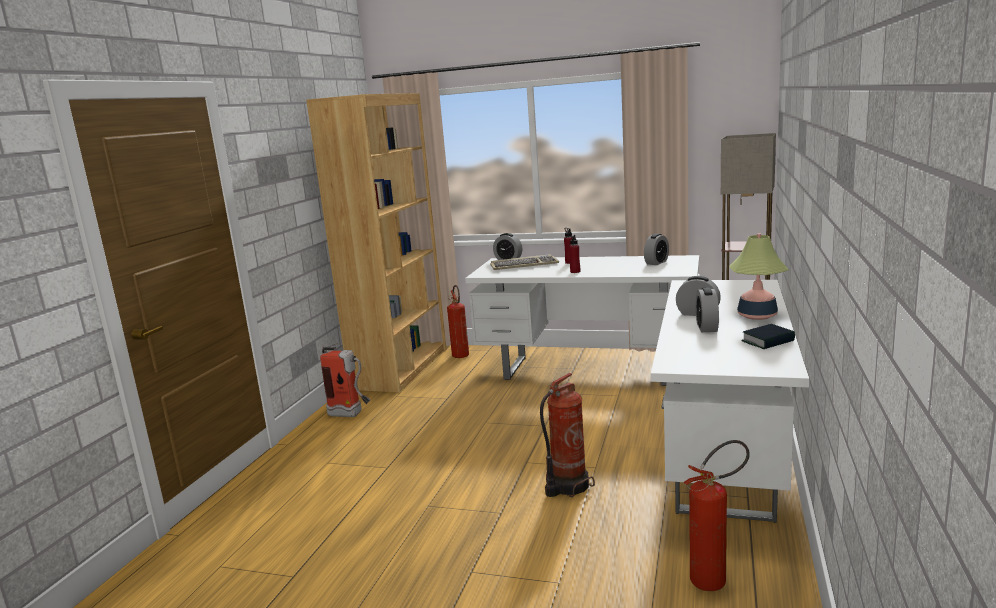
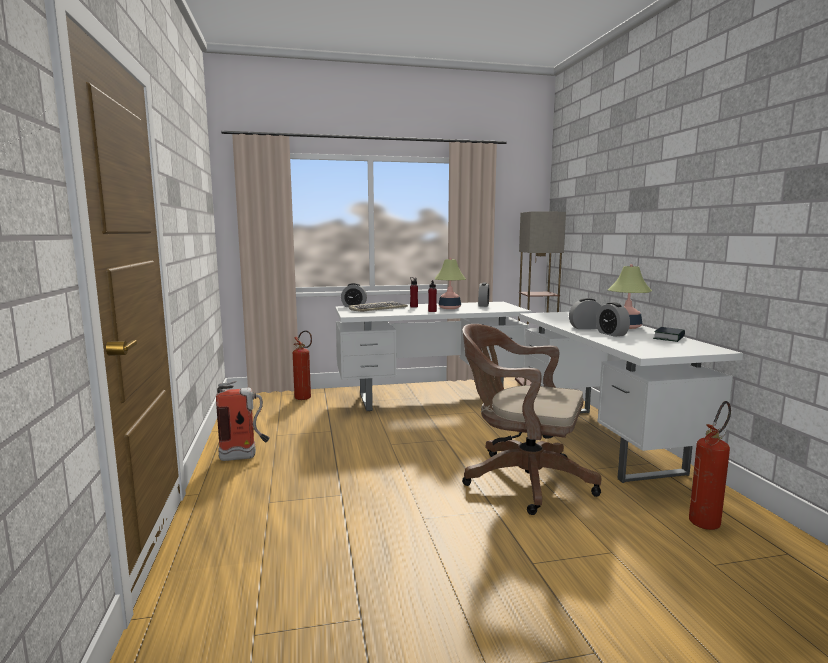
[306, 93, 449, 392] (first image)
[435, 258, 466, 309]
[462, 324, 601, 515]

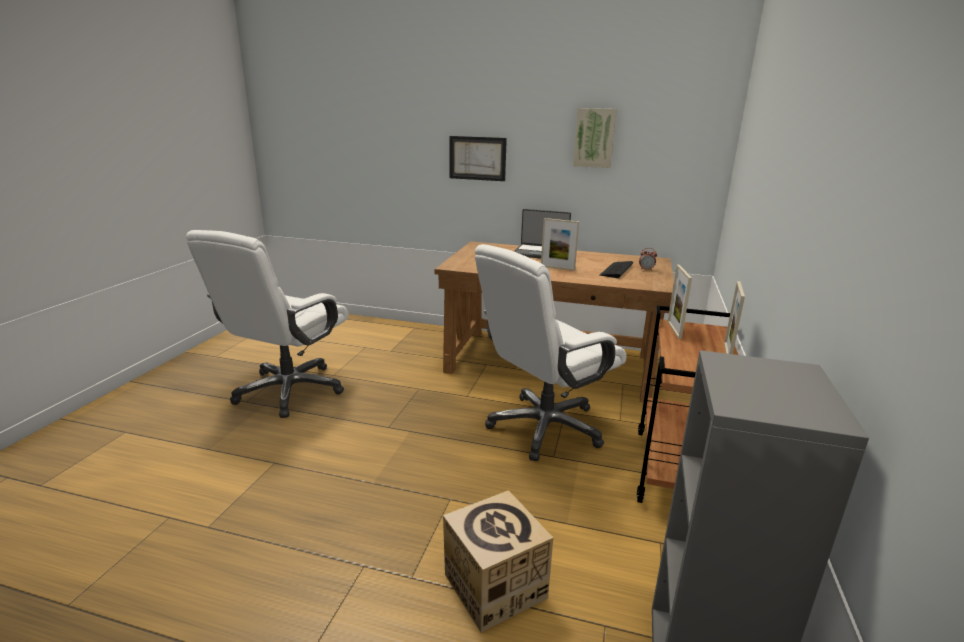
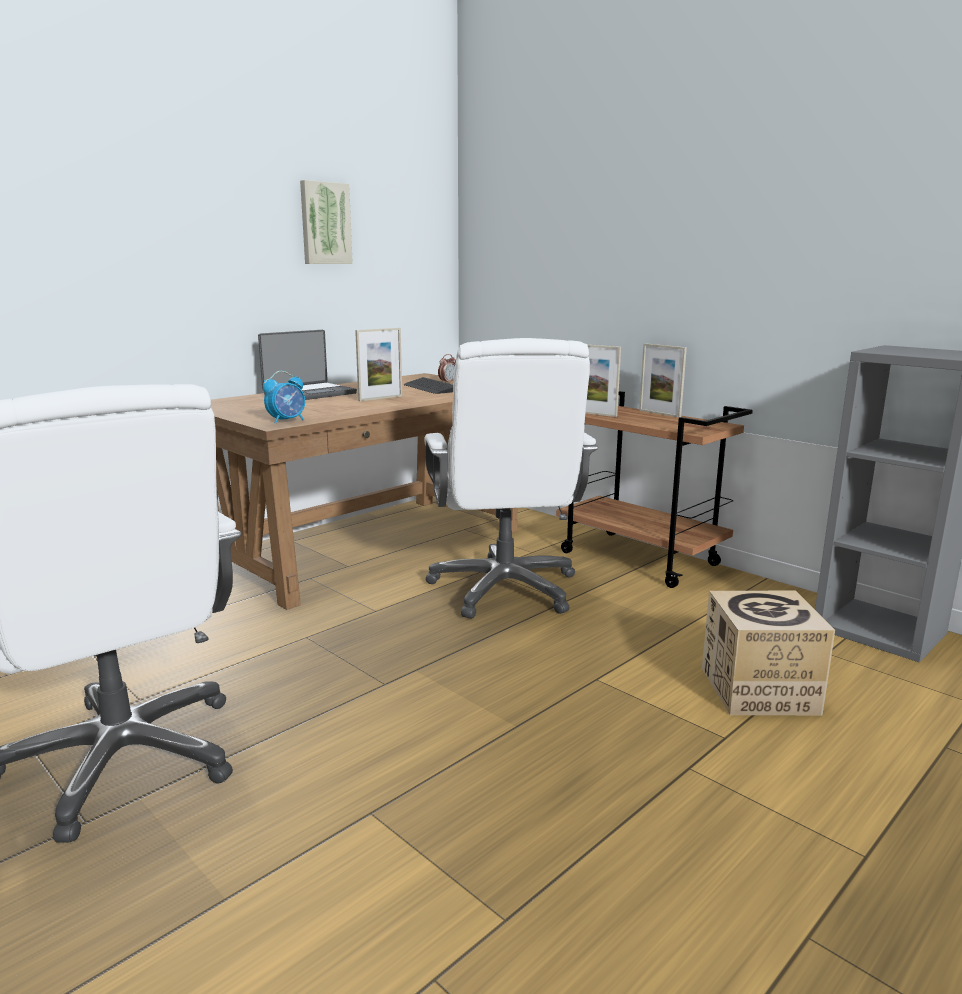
[449, 136, 507, 181] (first image)
[263, 371, 305, 424]

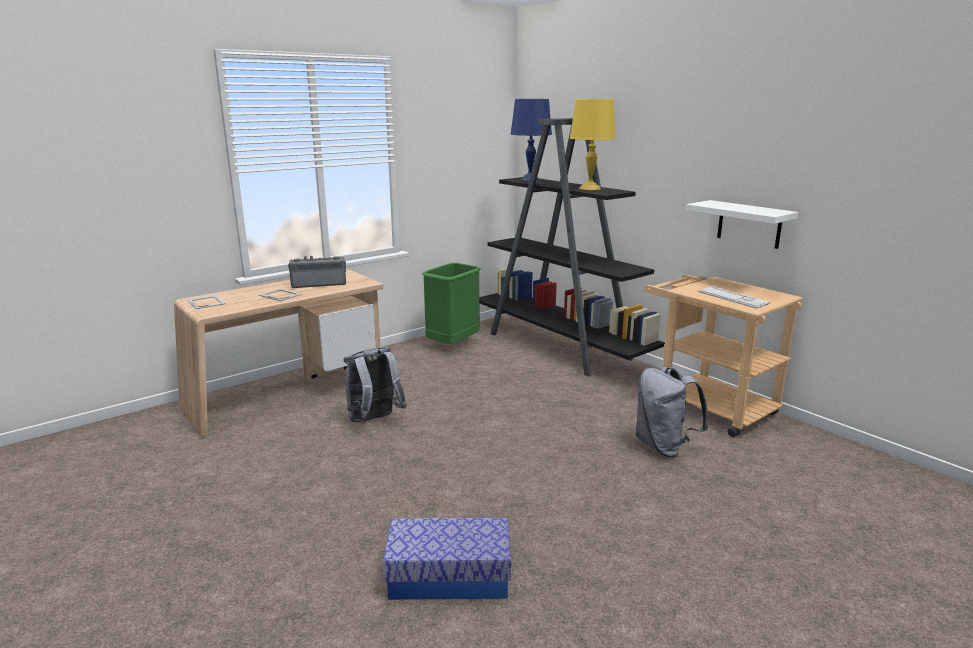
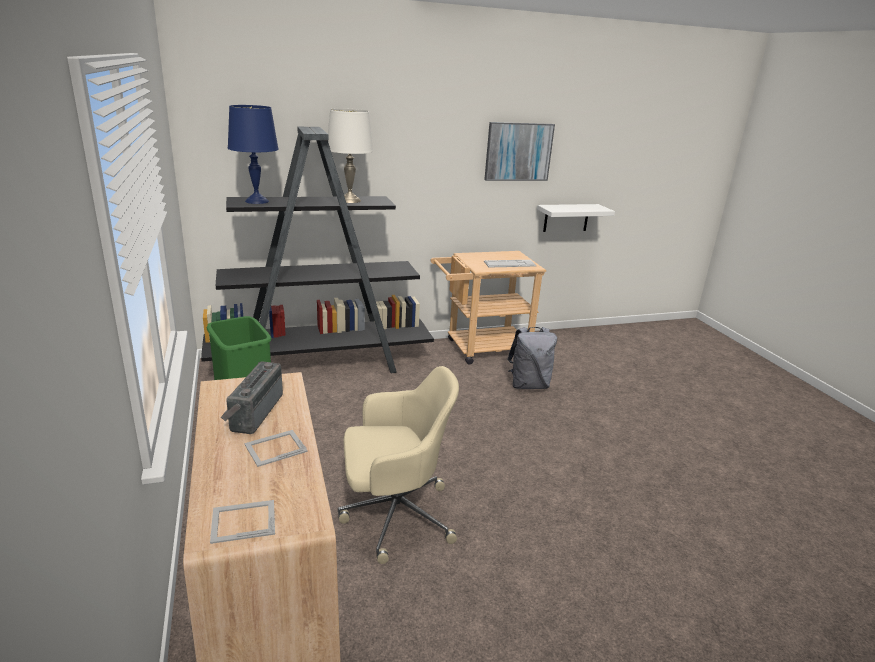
[383, 518, 511, 600] (first image)
[484, 122, 555, 181]
[537, 204, 615, 232]
[338, 366, 459, 564]
[328, 108, 373, 203]

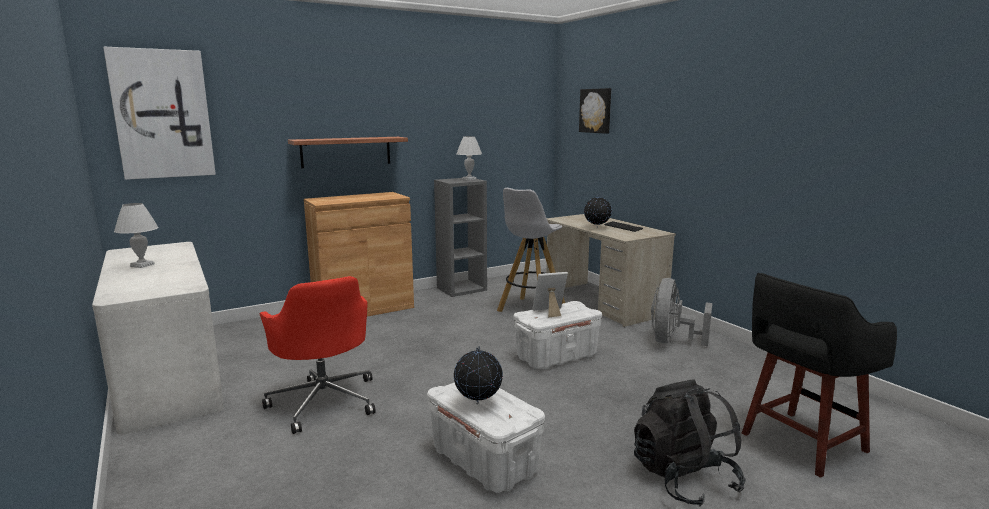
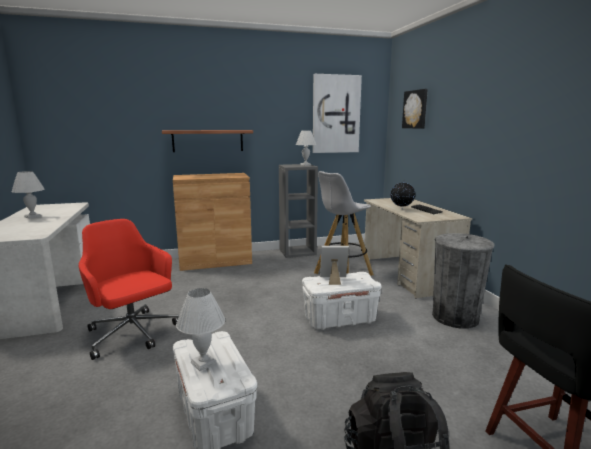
[313, 74, 362, 153]
[176, 288, 225, 371]
[432, 233, 495, 329]
[79, 219, 179, 360]

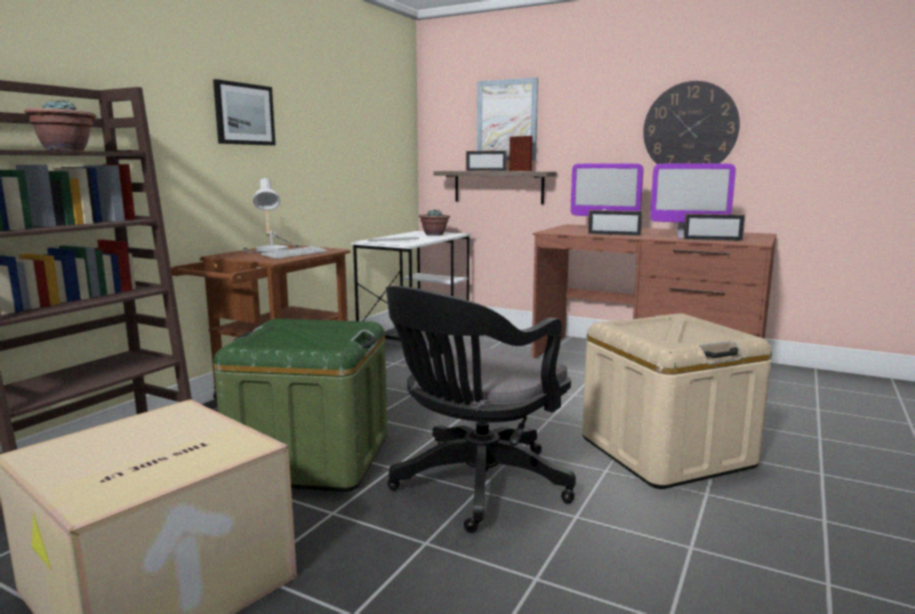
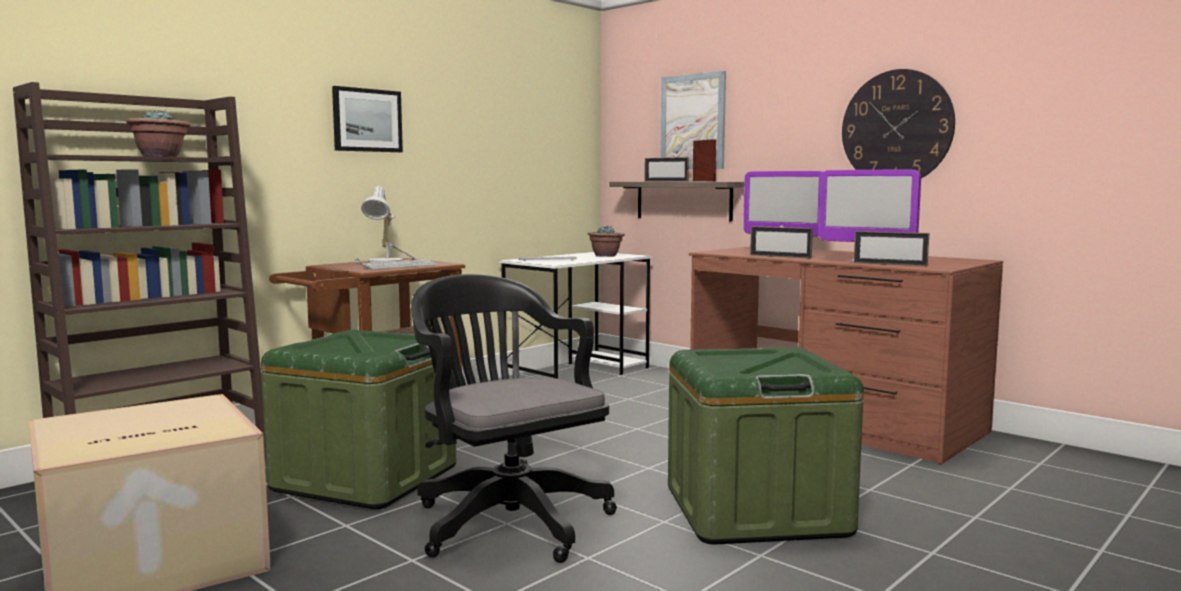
[668, 347, 864, 545]
[411, 274, 617, 563]

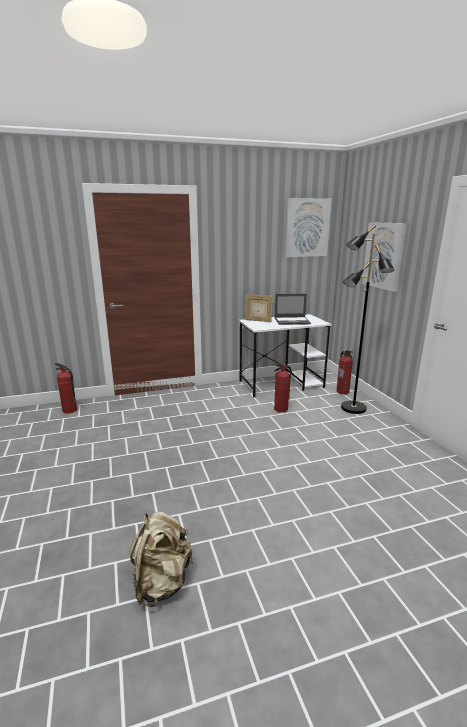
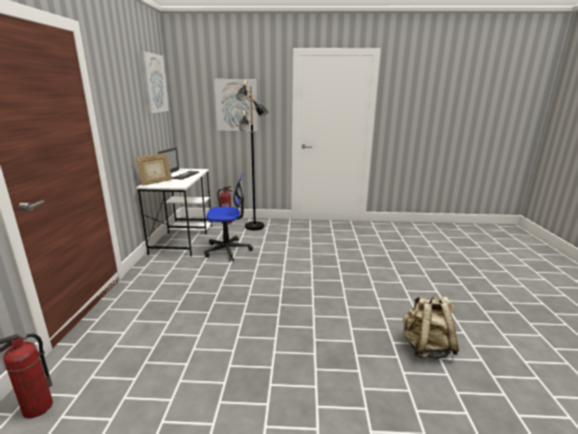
[204, 173, 253, 262]

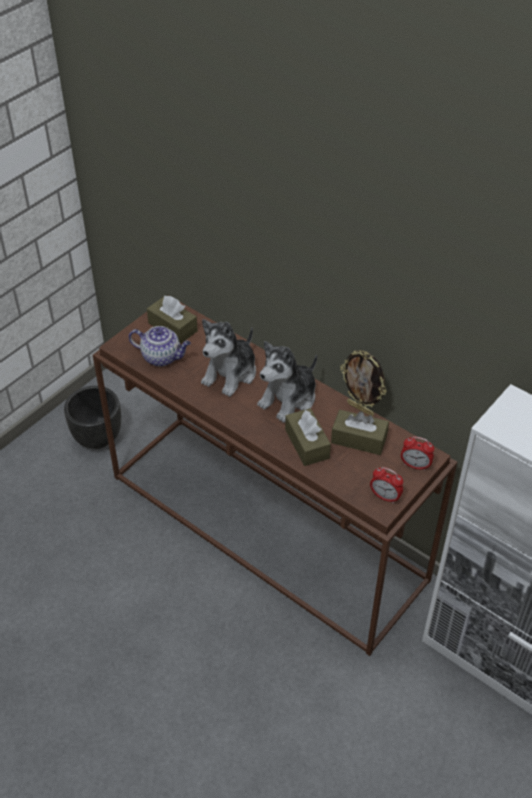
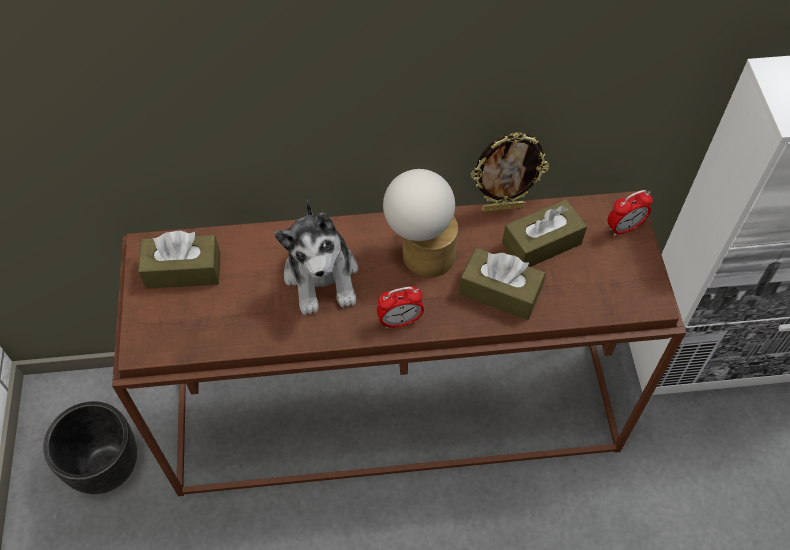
[129, 326, 191, 367] (first image)
[377, 286, 424, 329]
[383, 169, 458, 277]

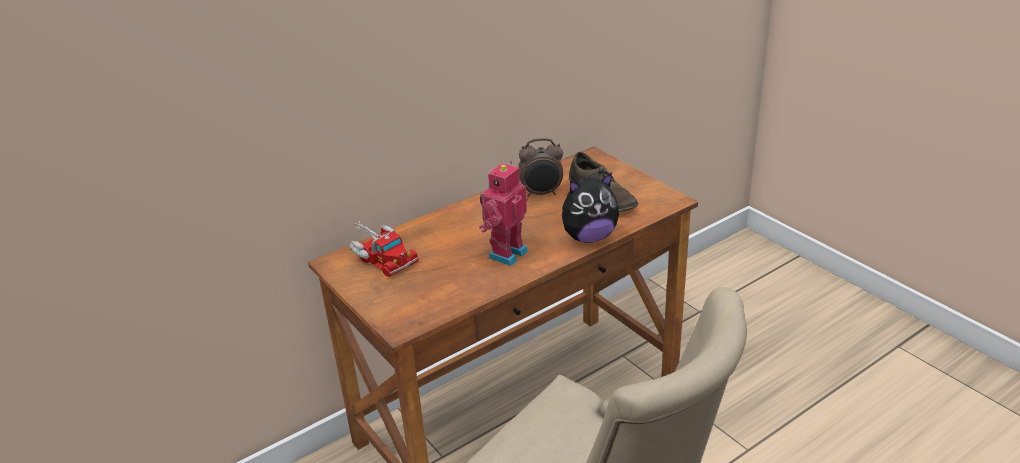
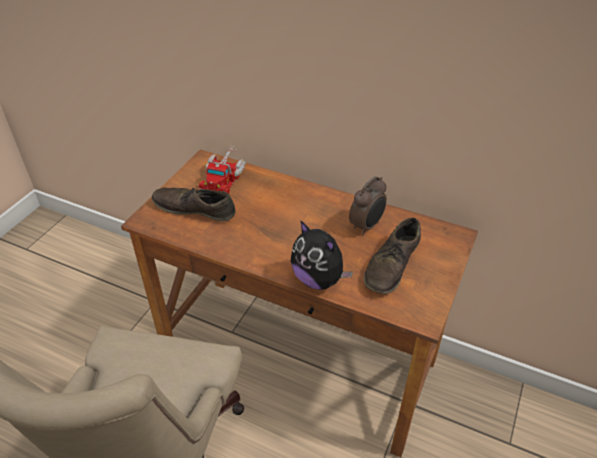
[479, 161, 528, 266] (first image)
[152, 187, 236, 221]
[349, 176, 387, 235]

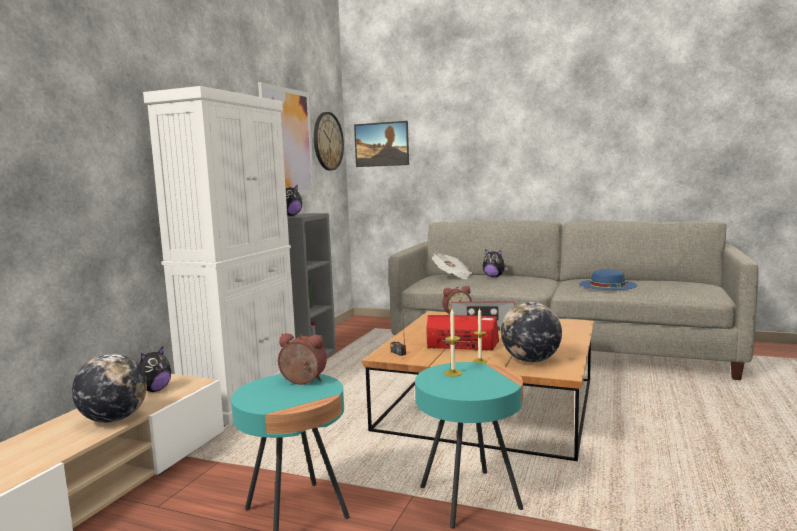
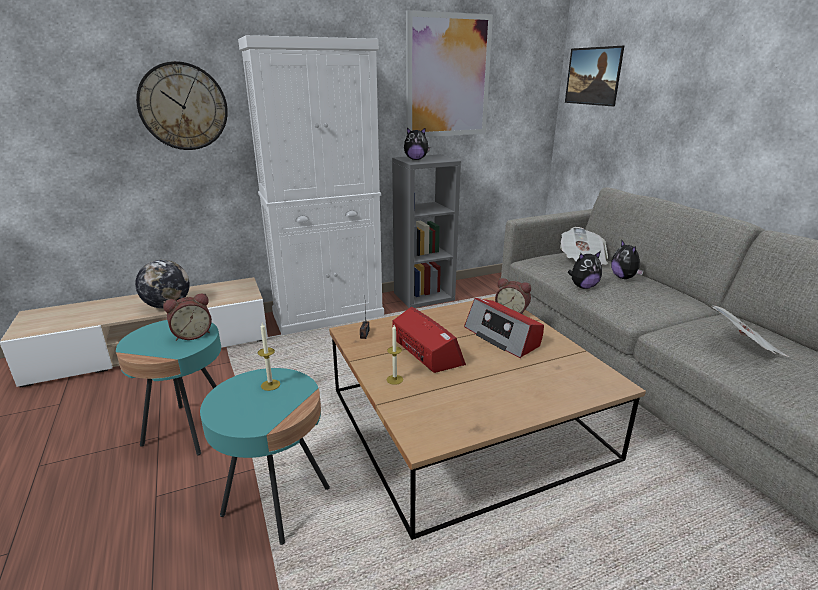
[501, 302, 562, 362] (first image)
[568, 251, 602, 289]
[136, 61, 228, 150]
[712, 305, 789, 357]
[163, 293, 212, 341]

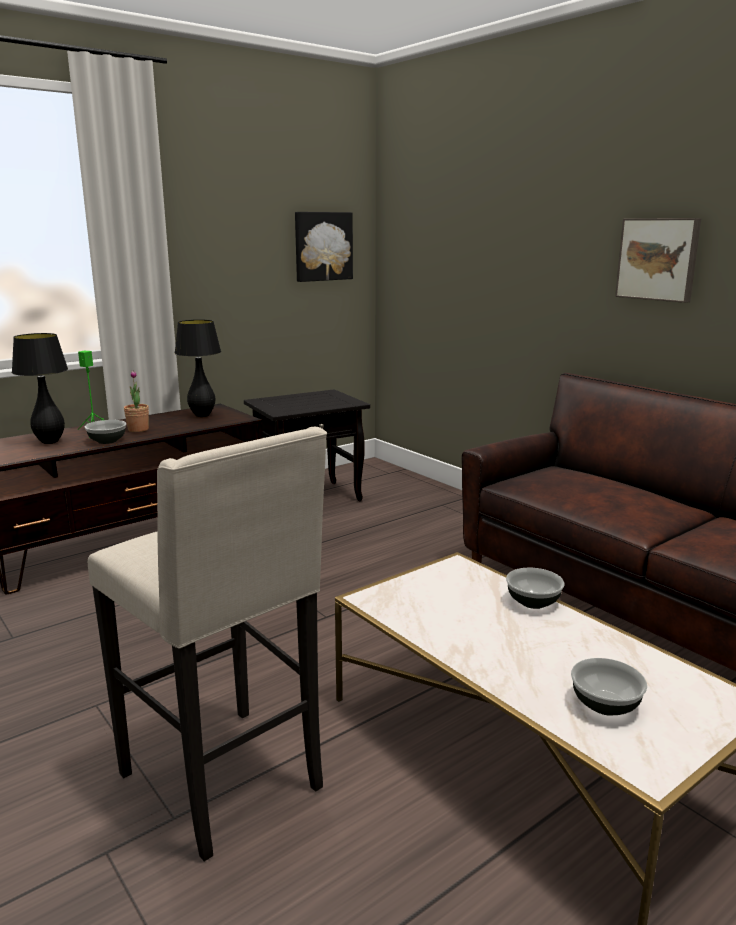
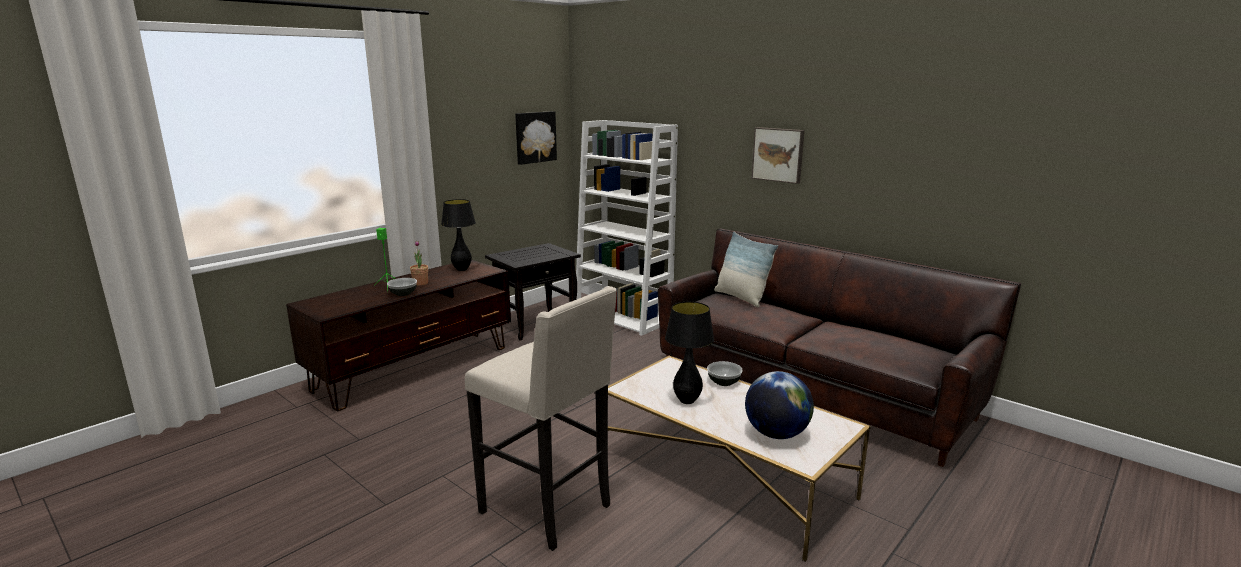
[576, 120, 678, 336]
[714, 232, 778, 307]
[665, 302, 714, 404]
[745, 371, 814, 439]

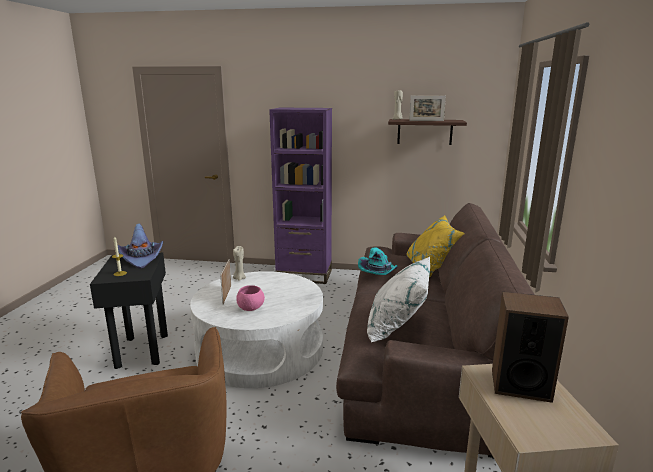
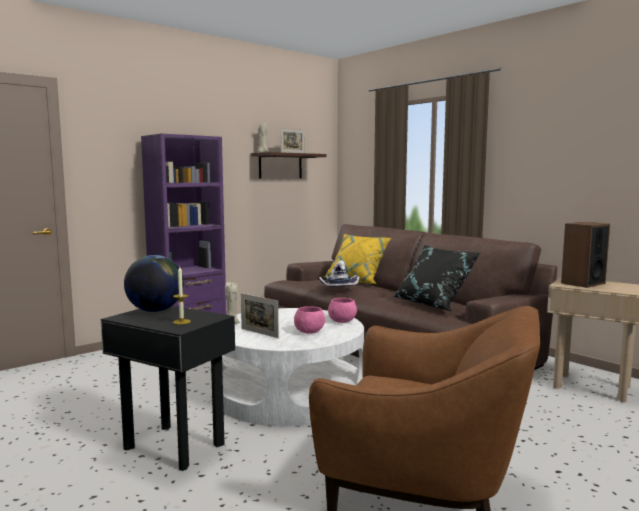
[328, 298, 357, 323]
[124, 255, 184, 312]
[319, 261, 359, 287]
[394, 245, 481, 311]

